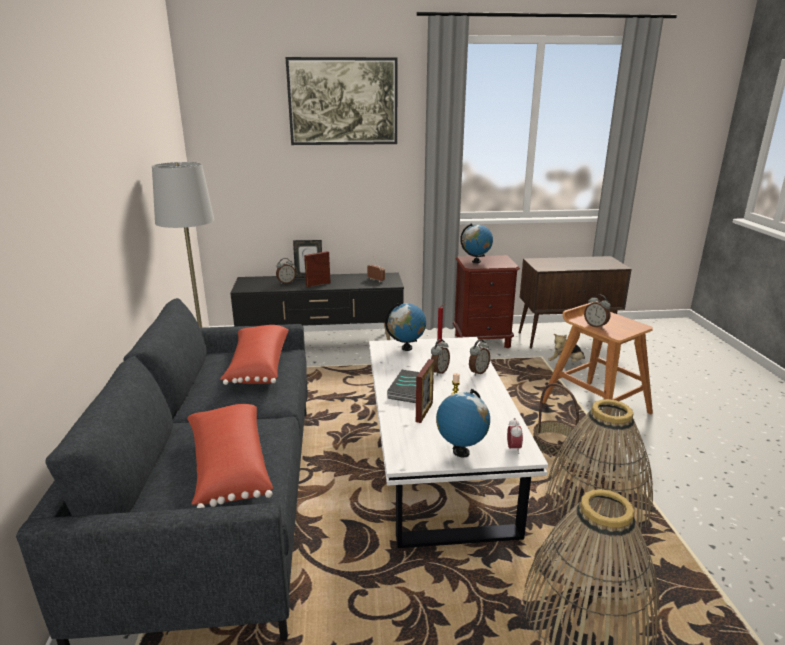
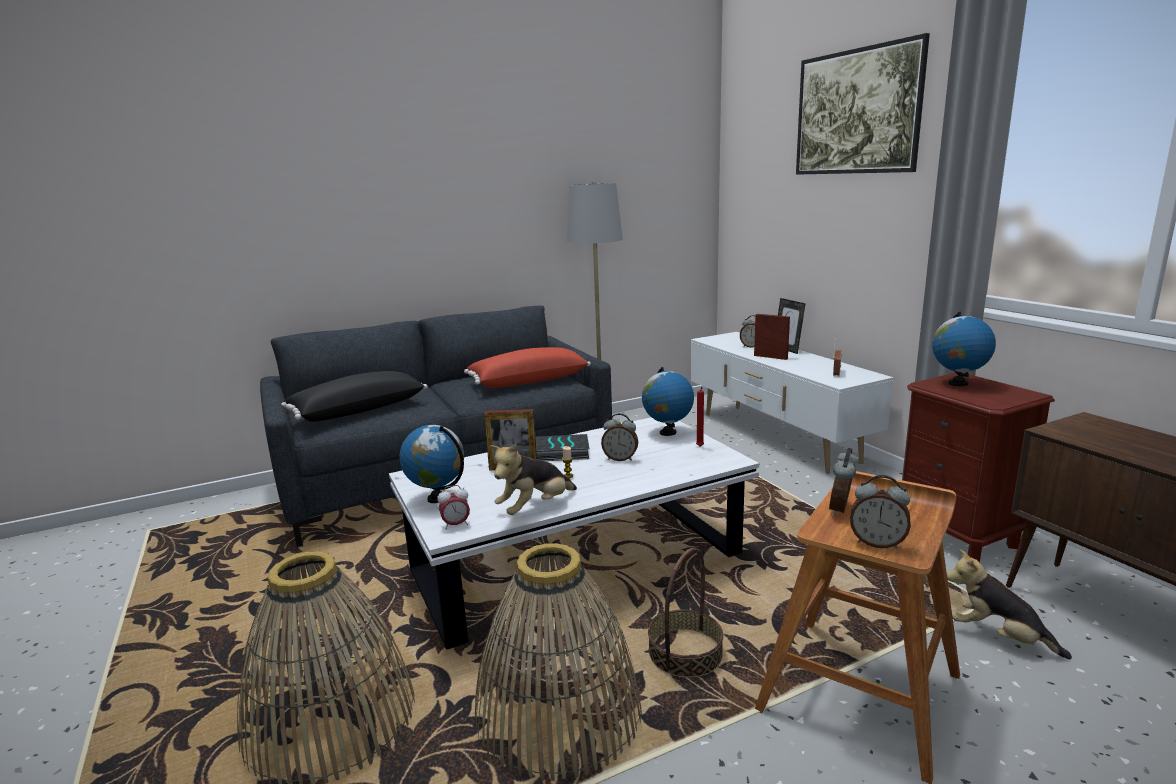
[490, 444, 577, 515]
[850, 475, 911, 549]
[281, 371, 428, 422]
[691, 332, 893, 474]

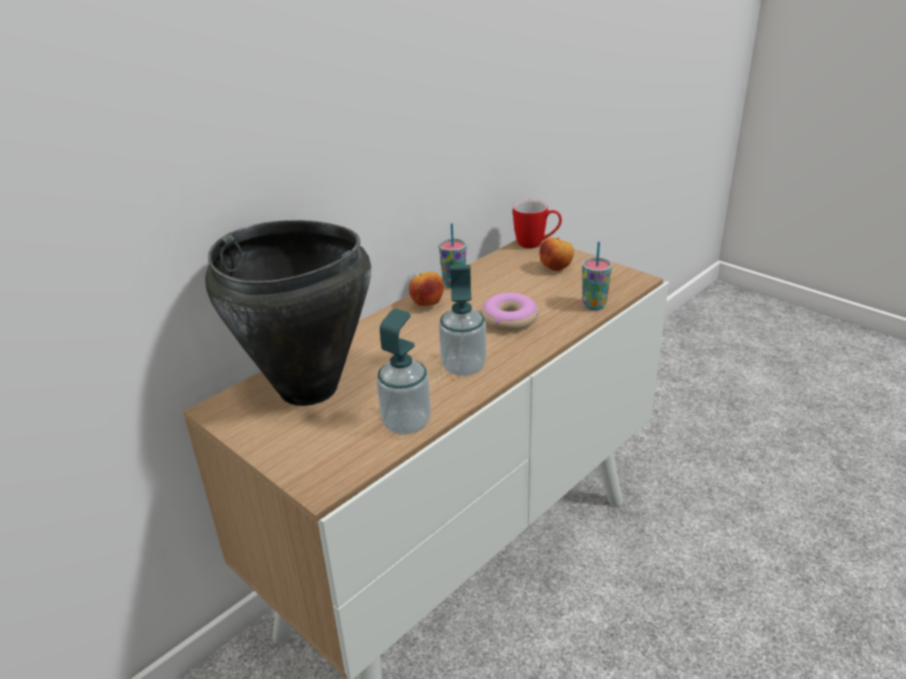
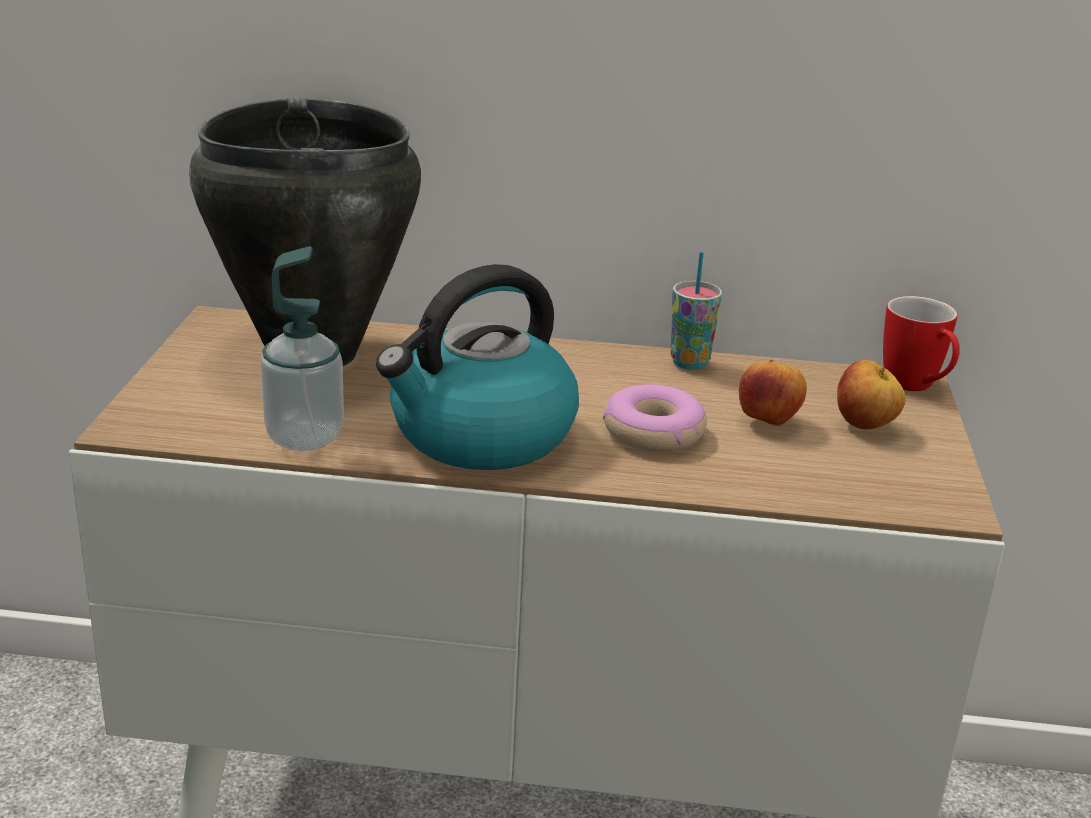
[582, 242, 612, 310] (first image)
[739, 360, 807, 426]
[376, 264, 579, 470]

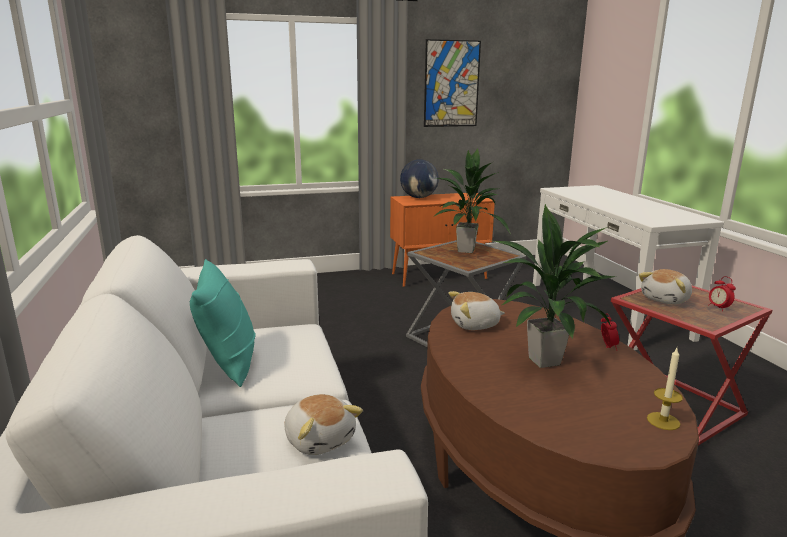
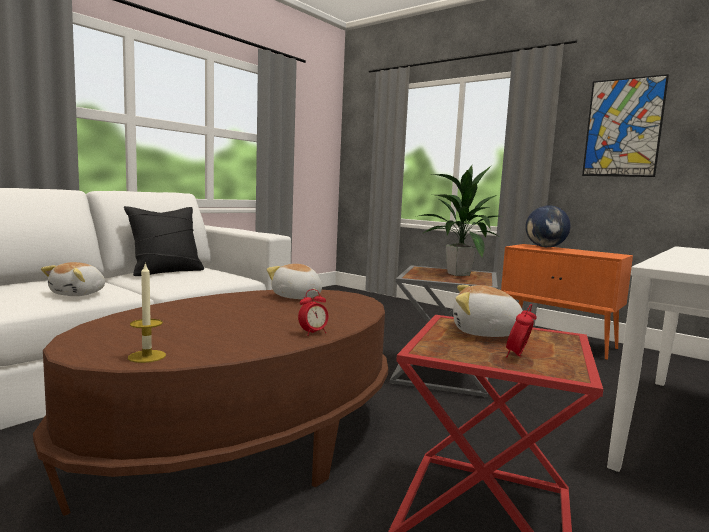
[490, 204, 617, 368] (first image)
[124, 206, 204, 276]

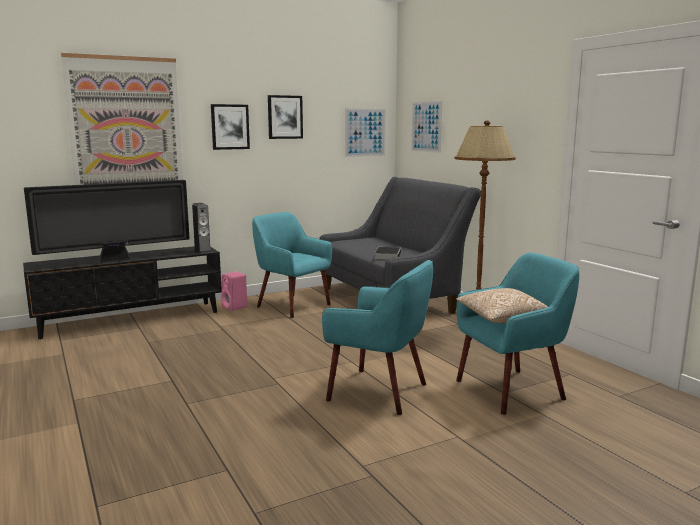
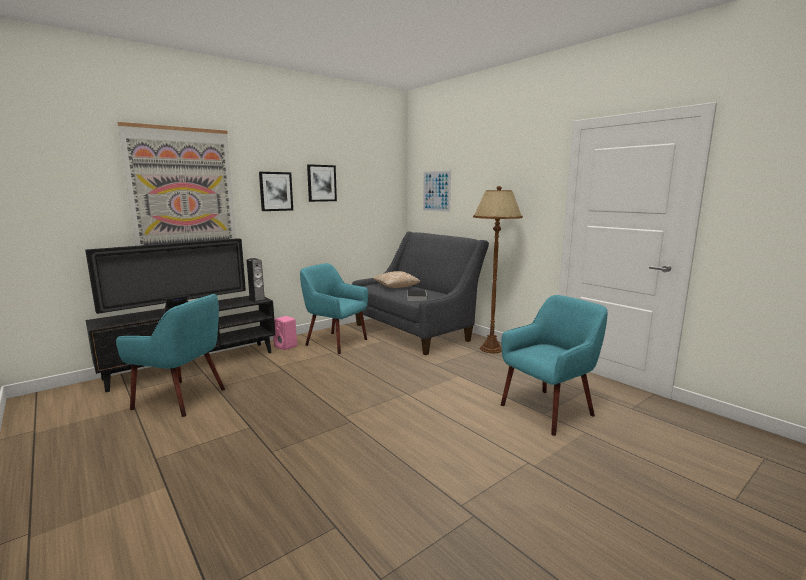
[345, 108, 386, 157] (first image)
[116, 294, 225, 417]
[372, 271, 420, 288]

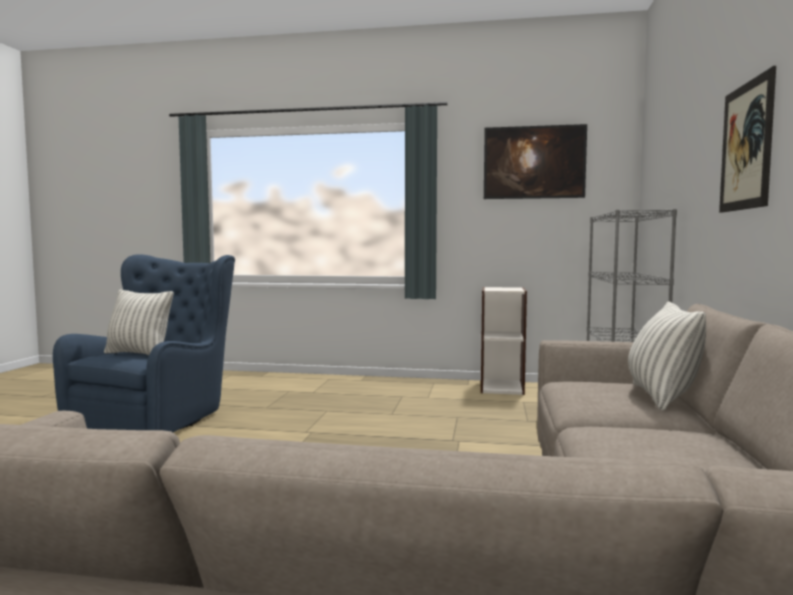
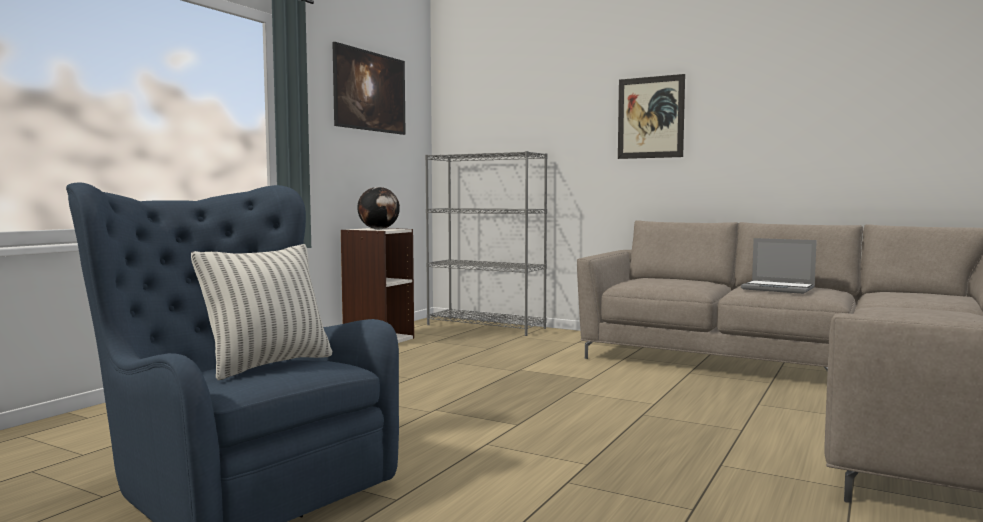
[628, 301, 706, 411] (first image)
[357, 187, 400, 229]
[741, 238, 817, 294]

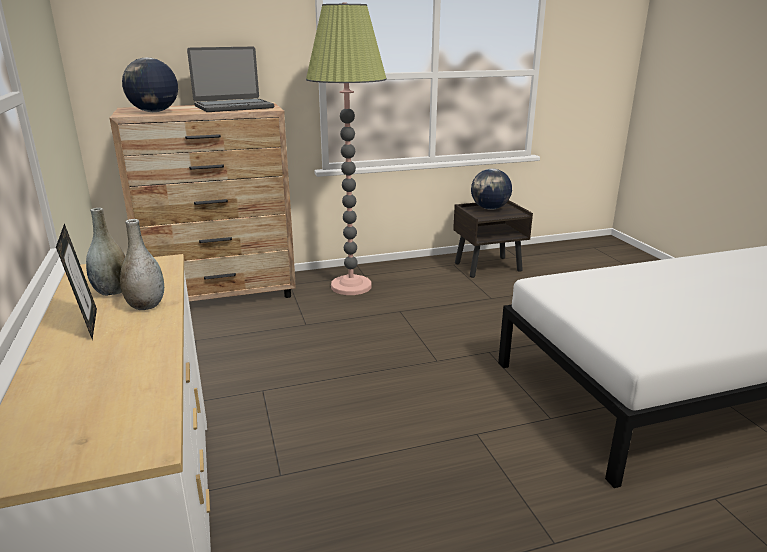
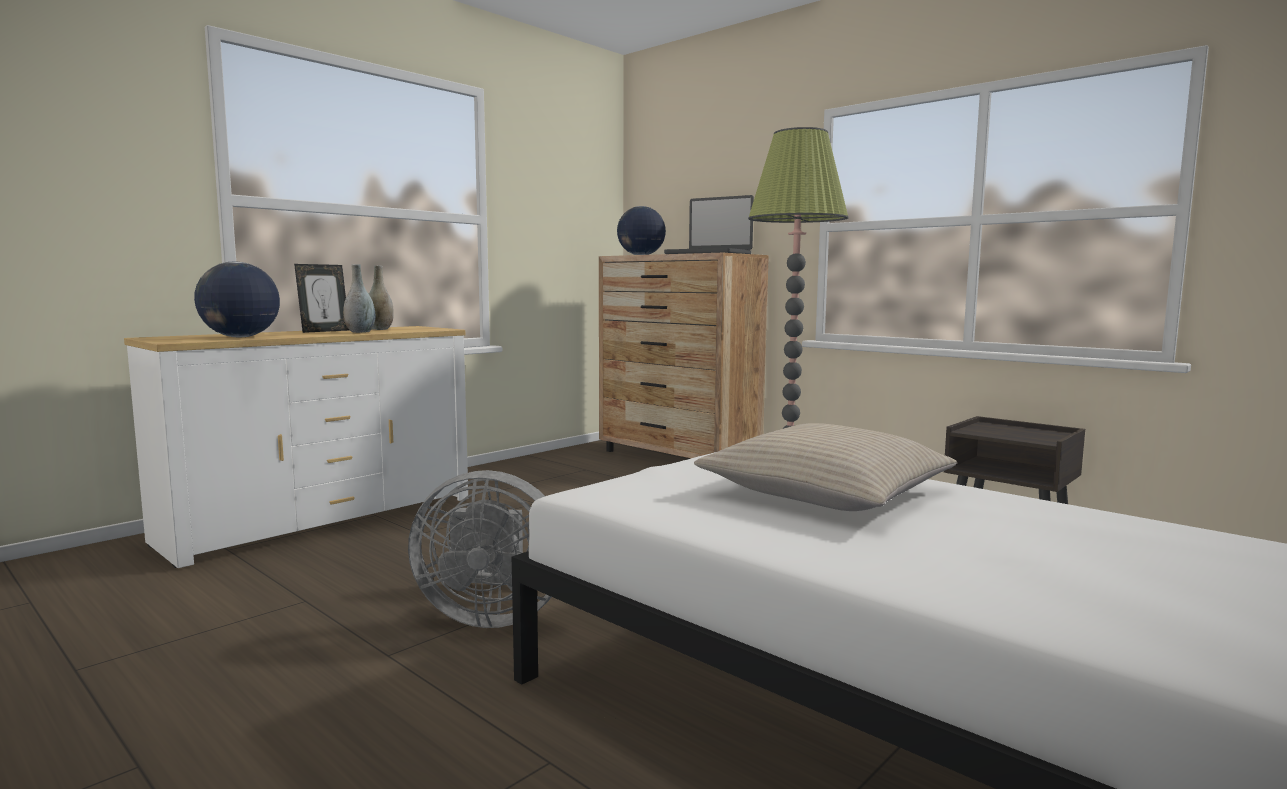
[408, 470, 551, 628]
[694, 423, 957, 511]
[194, 261, 280, 338]

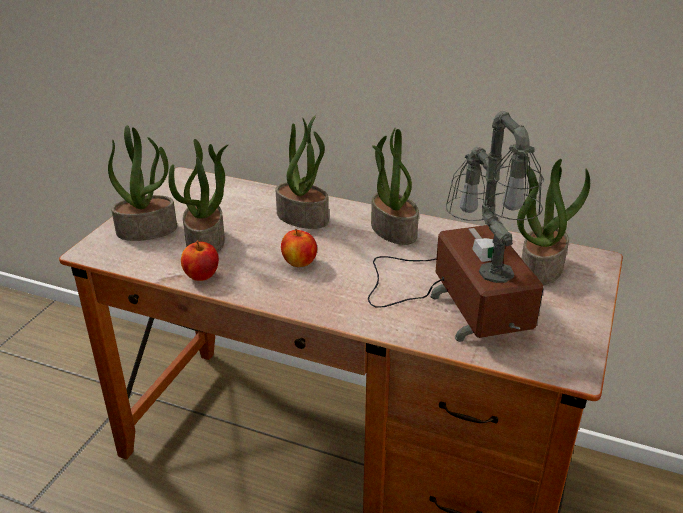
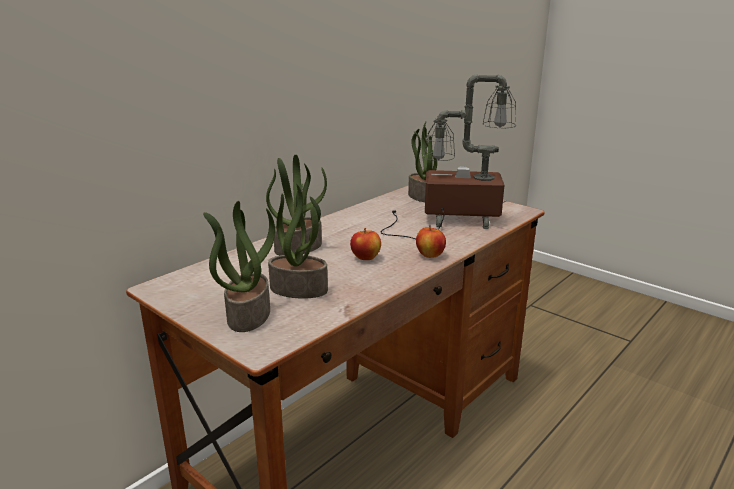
[371, 127, 419, 245] (first image)
[416, 225, 446, 258]

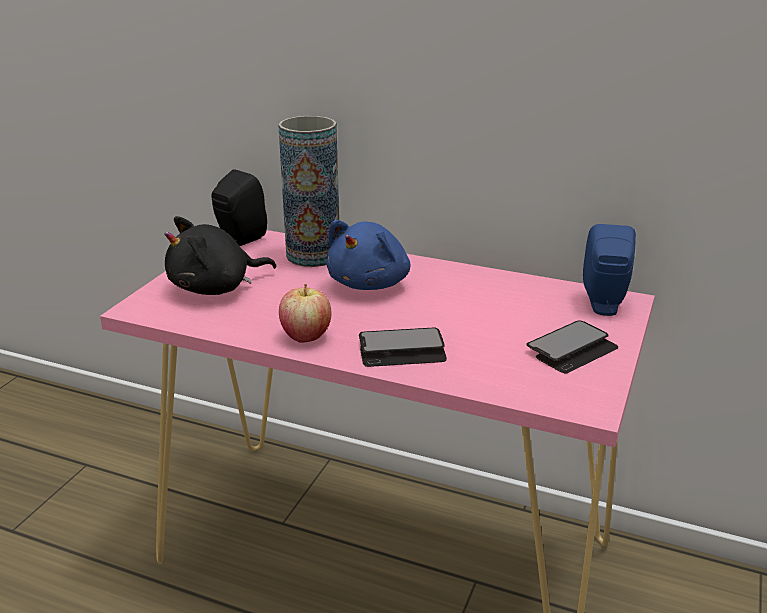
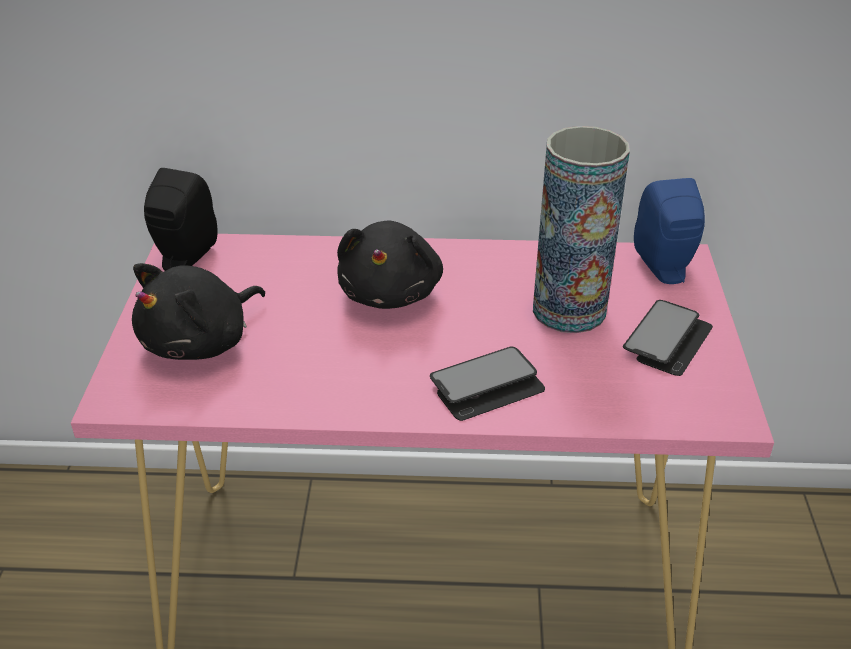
[279, 284, 331, 342] (first image)
[533, 126, 630, 333]
[337, 221, 443, 309]

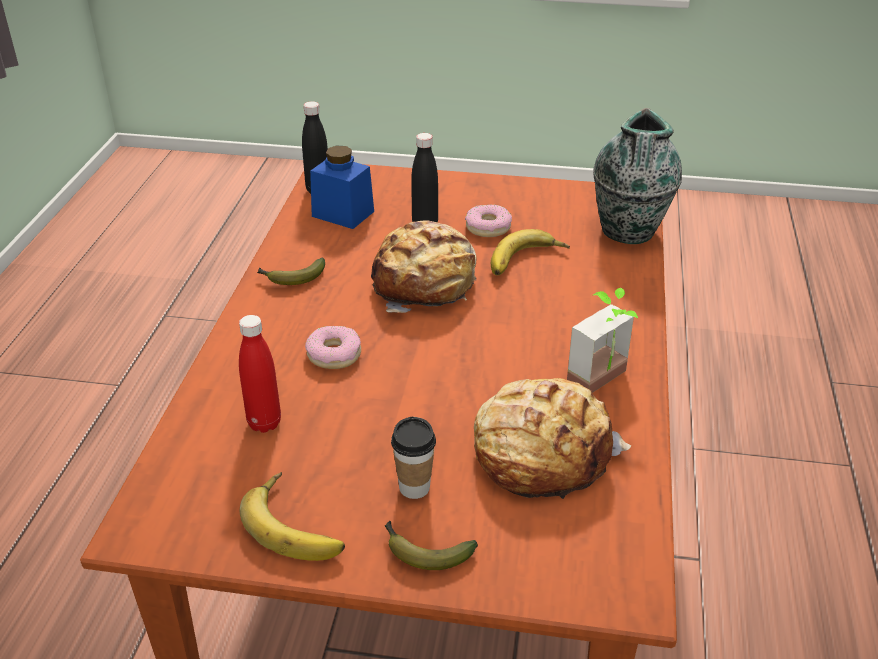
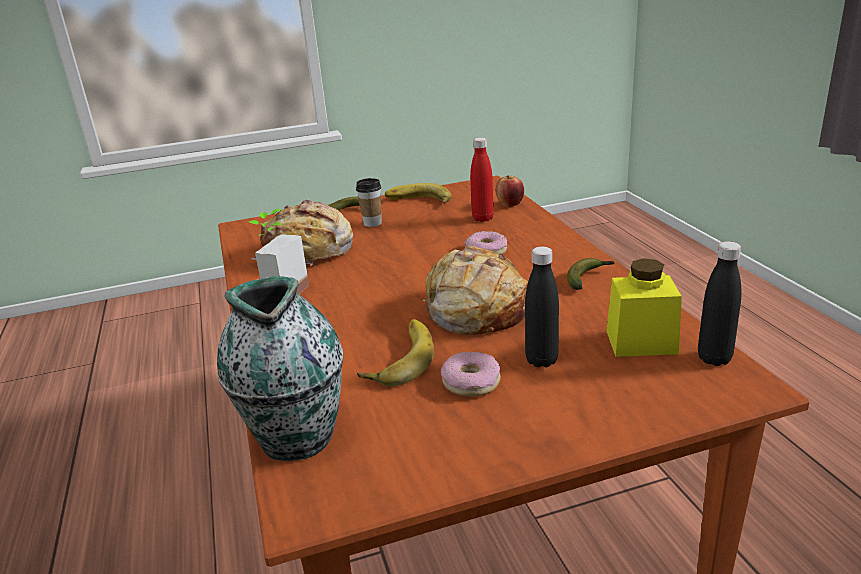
[495, 175, 524, 207]
[606, 258, 682, 357]

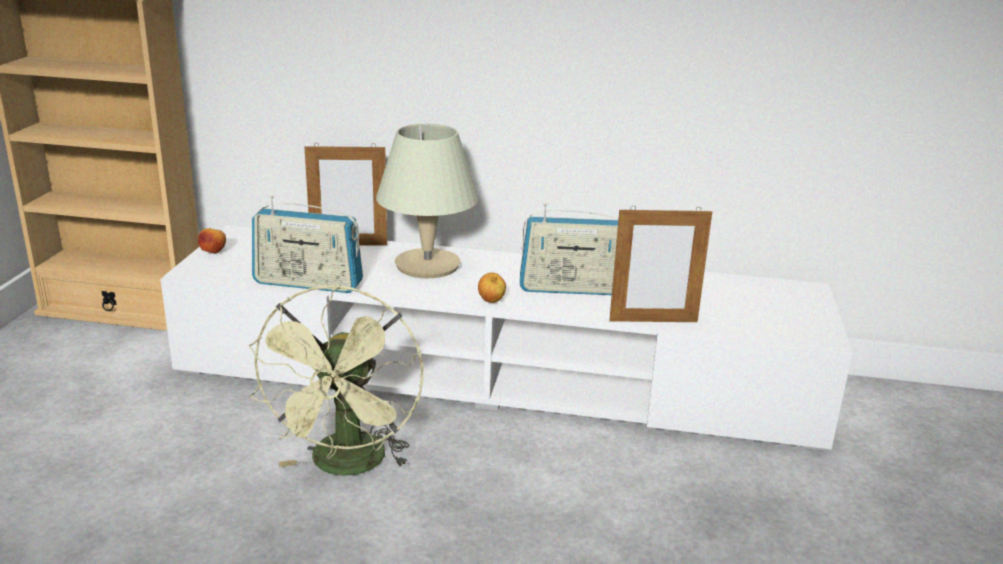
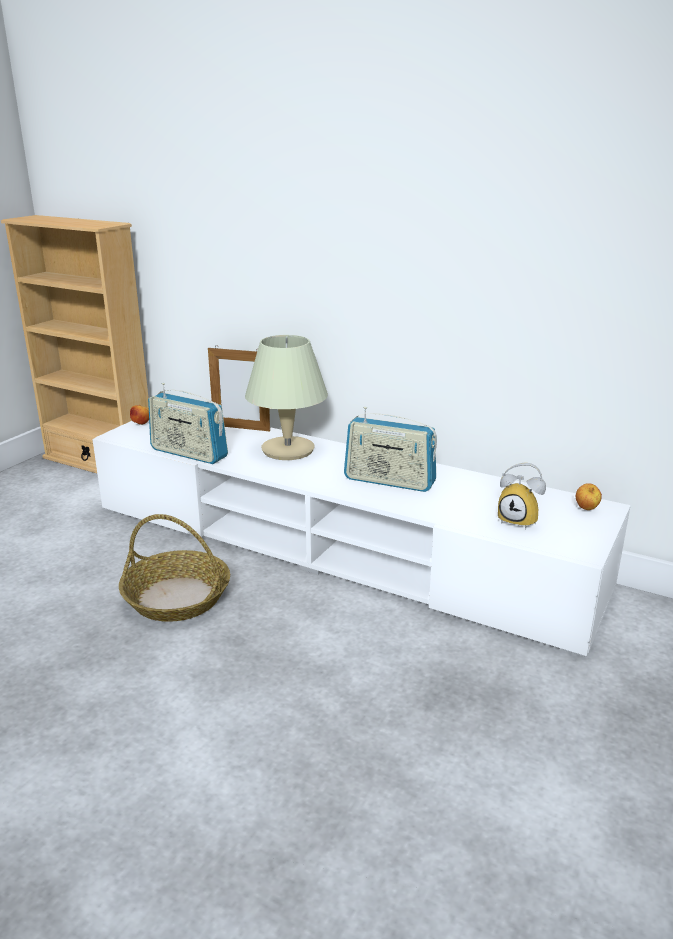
[609, 206, 712, 322] (first image)
[498, 463, 546, 530]
[576, 483, 602, 510]
[119, 514, 230, 622]

